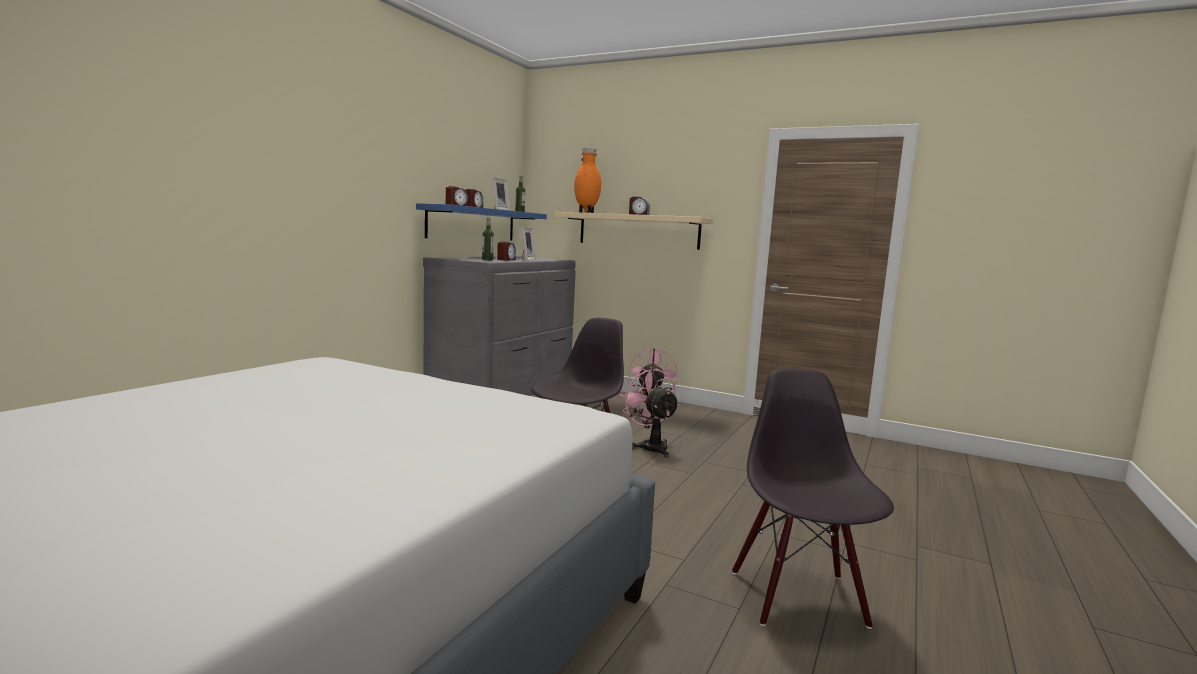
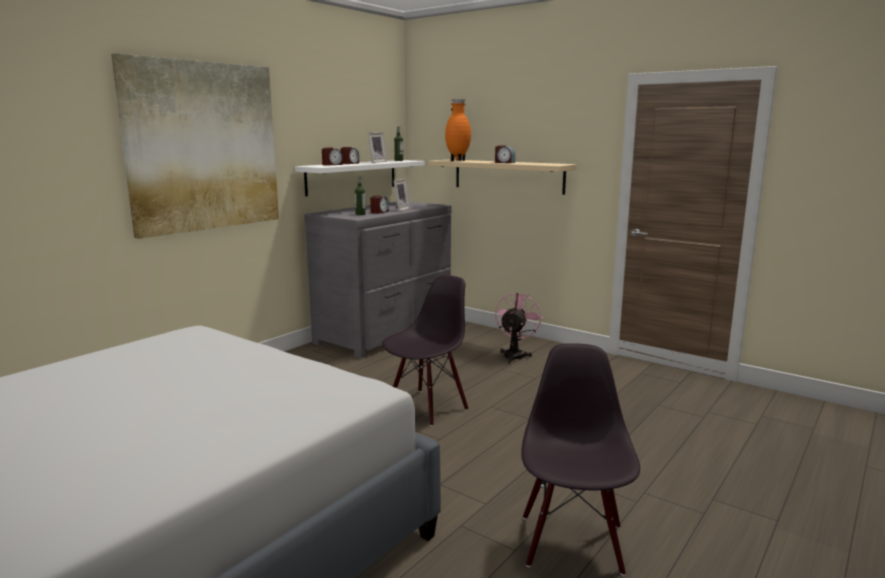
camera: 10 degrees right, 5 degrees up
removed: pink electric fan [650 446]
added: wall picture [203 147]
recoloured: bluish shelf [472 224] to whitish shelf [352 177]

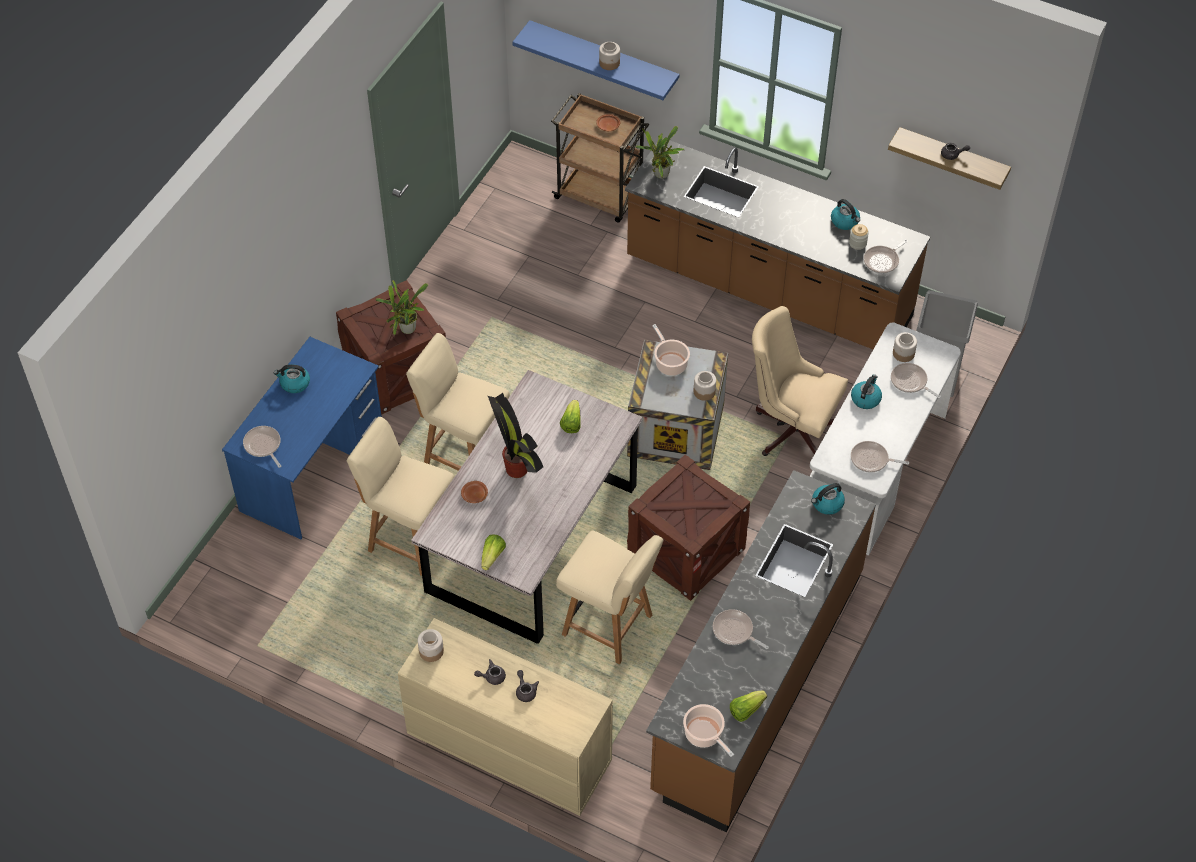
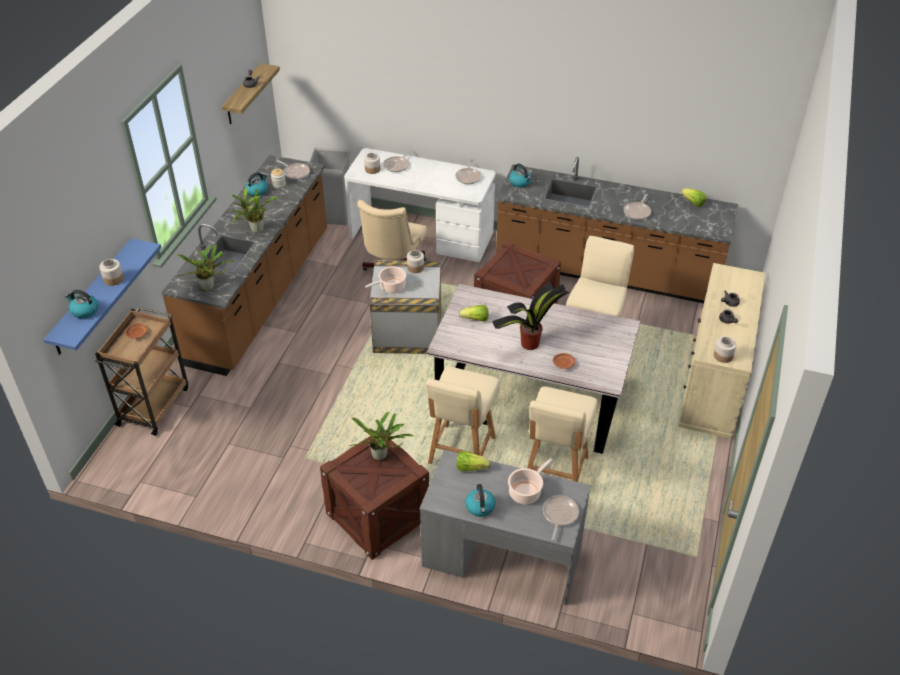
camera: 100 degrees left, 10 degrees down
added: potted plant [255 231]
moved: water kettle [865 398] to [84 311]; lettuce head [492 556] to [470 467]; saucepot [704 735] to [526 492]
recoloured: bluish desk [312 468] to gray desk [501 557]
turned: frying pan [263 446] = [559 515] 150 degrees clockwise

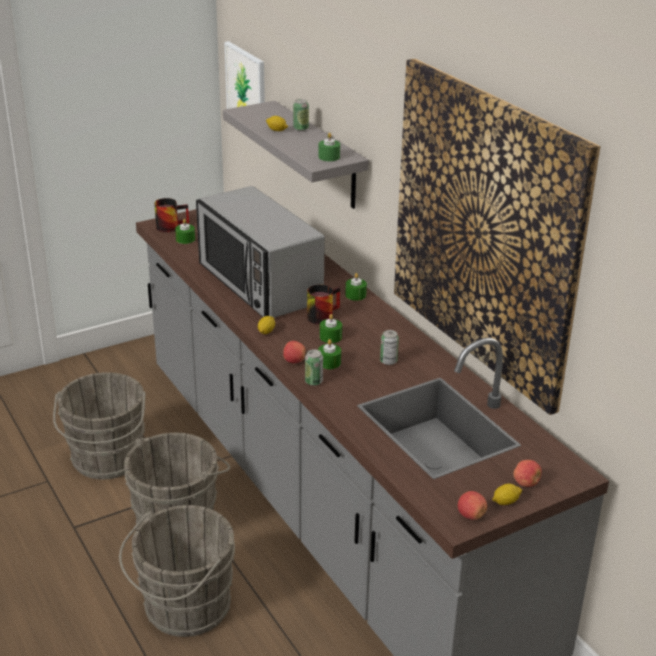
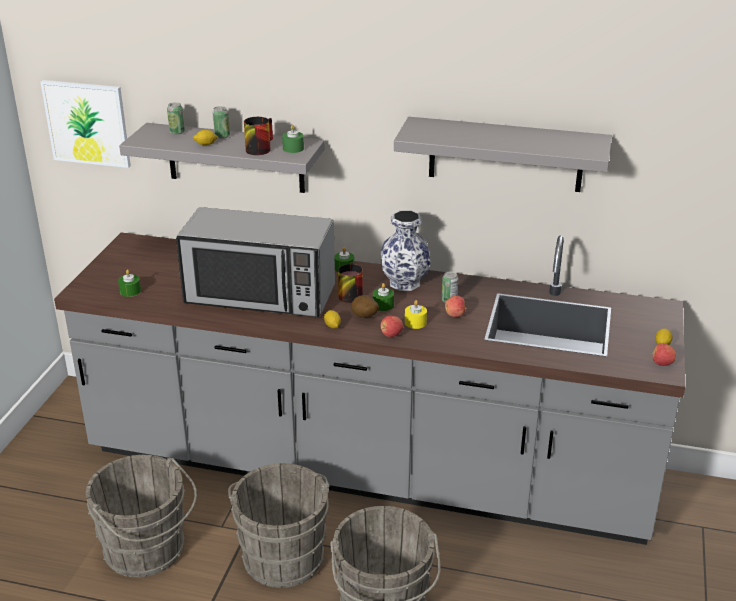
camera: 45 degrees left, 0 degrees up
added: flower vase [405 283]; spud [364 317]
moved: coffee mug [171 226] to [258 148]; sealed can [313 382] to [177 132]; apple [526 483] to [455 315]
replaced: wall picture [485 230] to gray shelf [505 154]
recoloured: green-coloured wax candle [329 363] to yellow wax candle [415 322]

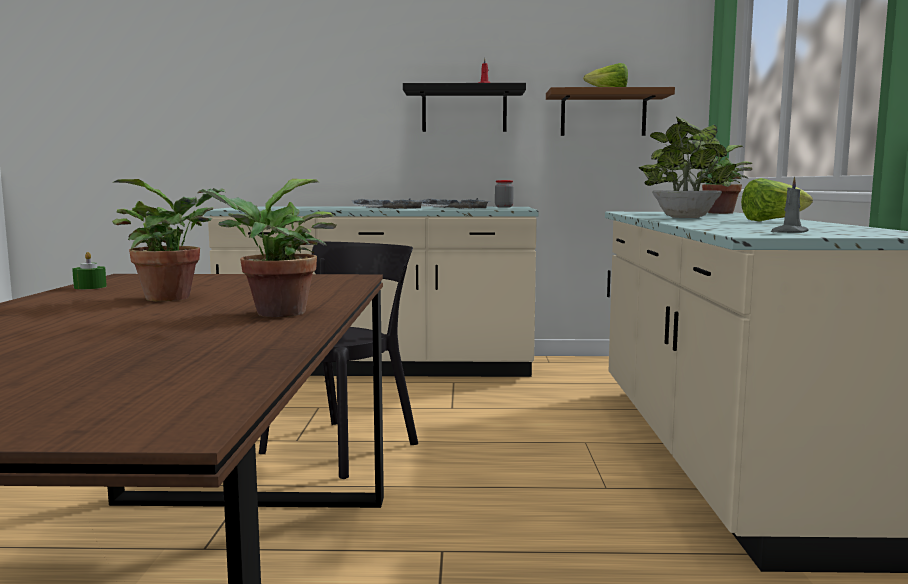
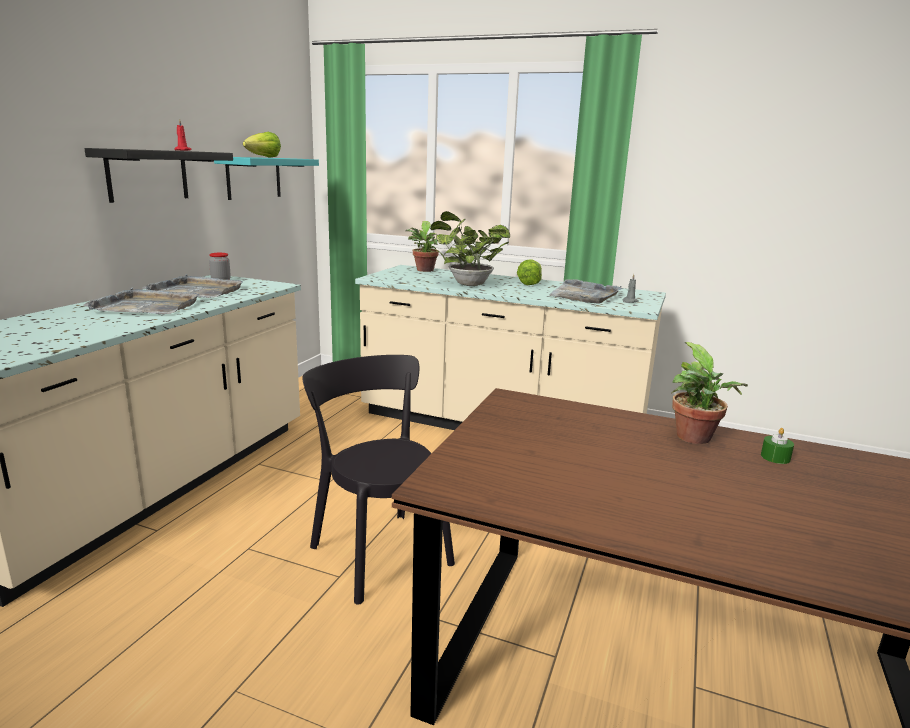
camera: 70 degrees left, 10 degrees up
removed: potted plant [174 298]
added: gray serving tray [584 295]
moved: green-coloured wax candle [90 287] to [775 457]
recoloured: brown shelf [603 114] to turquoise-coloured shelf [253 177]

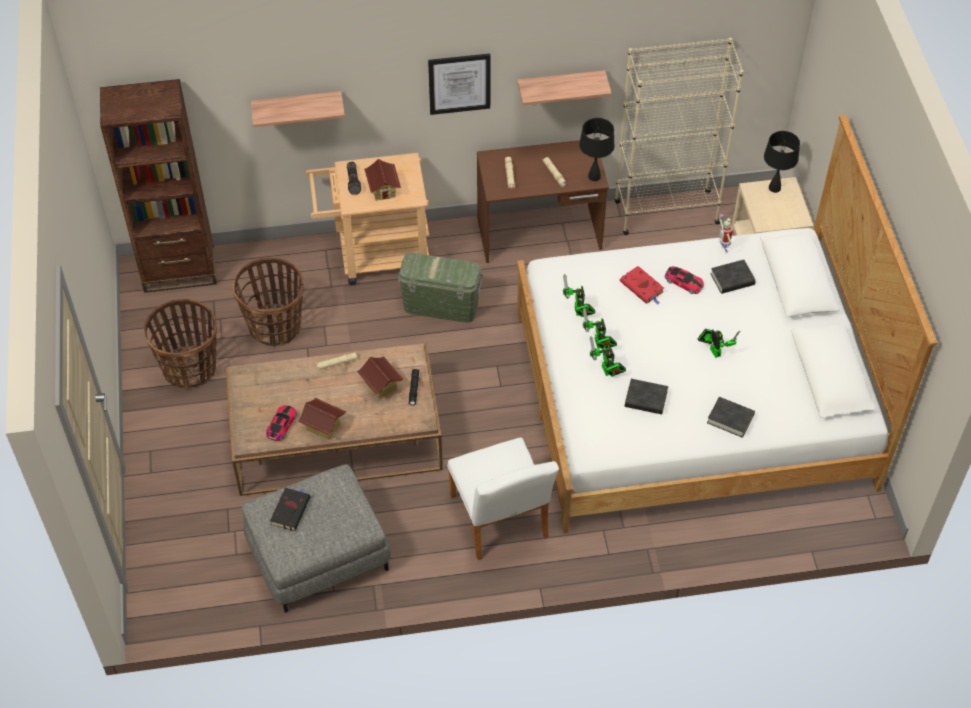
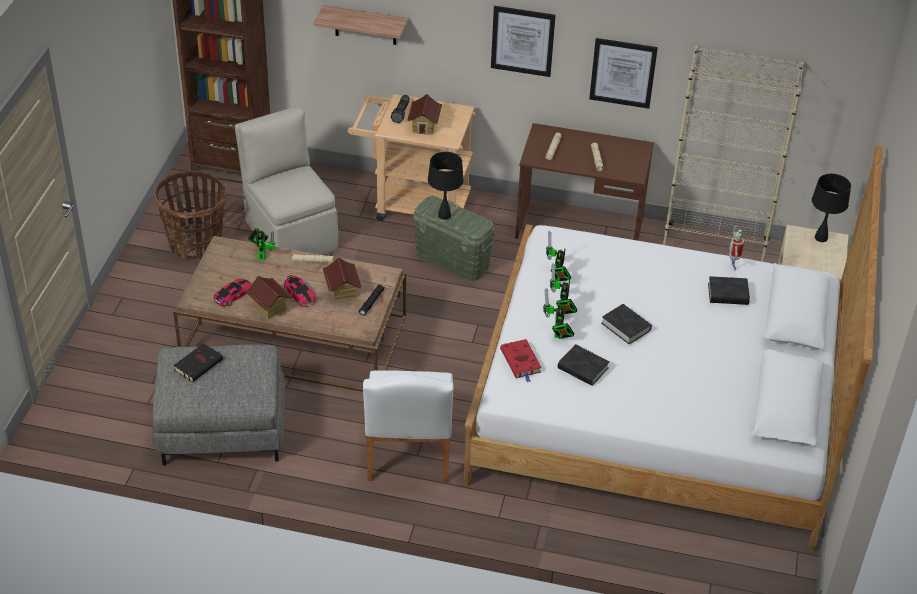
camera: 20 degrees right, 10 degrees down
moved: black table lamp [594 176] to [444 215]; red-coloured bound book [642 287] to [521 362]; model car [684 282] to [299 294]; model robot [714 350] to [262 254]; black bound book [730 419] to [626 327]
replaced: shelf [560 87] to wall picture [623 72]; storage basket [275 327] to beige chair [290 233]

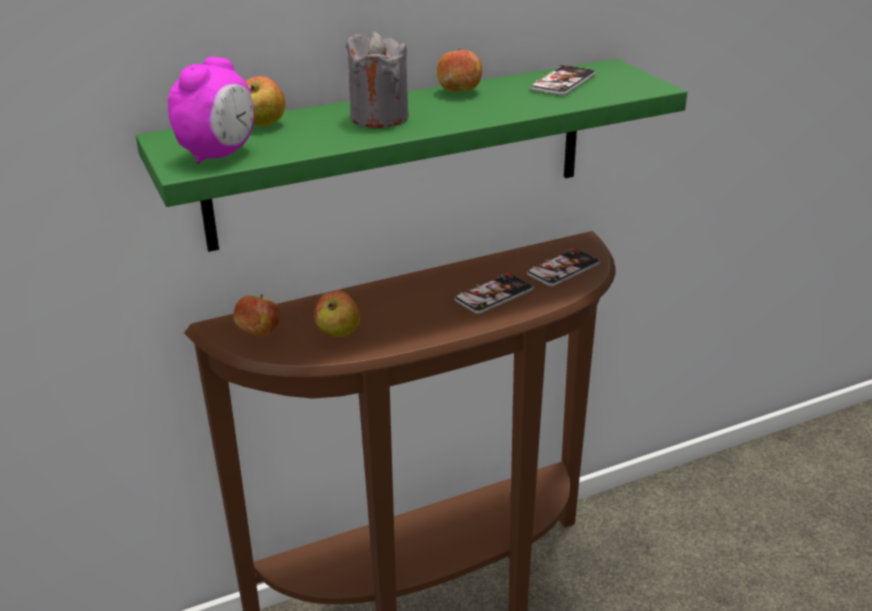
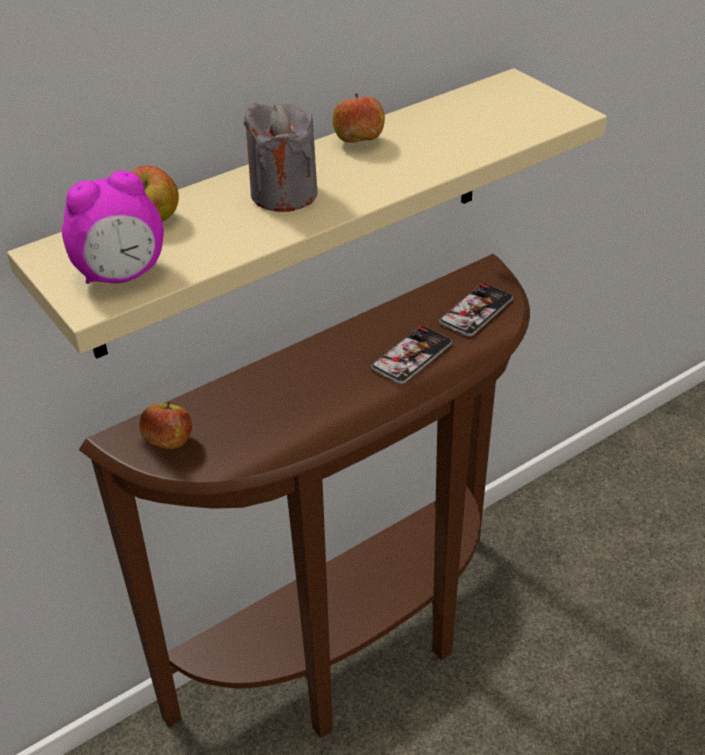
camera: 10 degrees left, 10 degrees up
removed: phone [563 82]; apple [338 333]
recoloured: green-coloured shelf [400 153] to beige shelf [294 212]
turned: table clock [219 154] = [122 275] 45 degrees clockwise

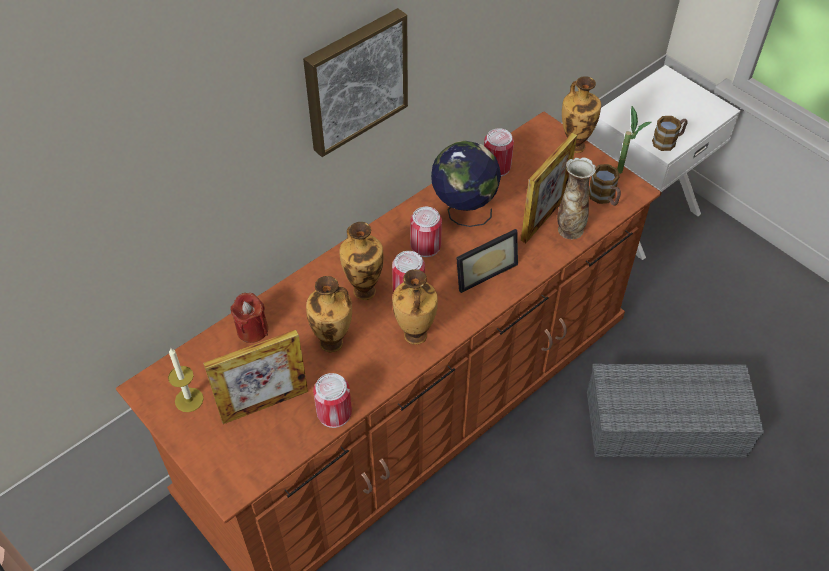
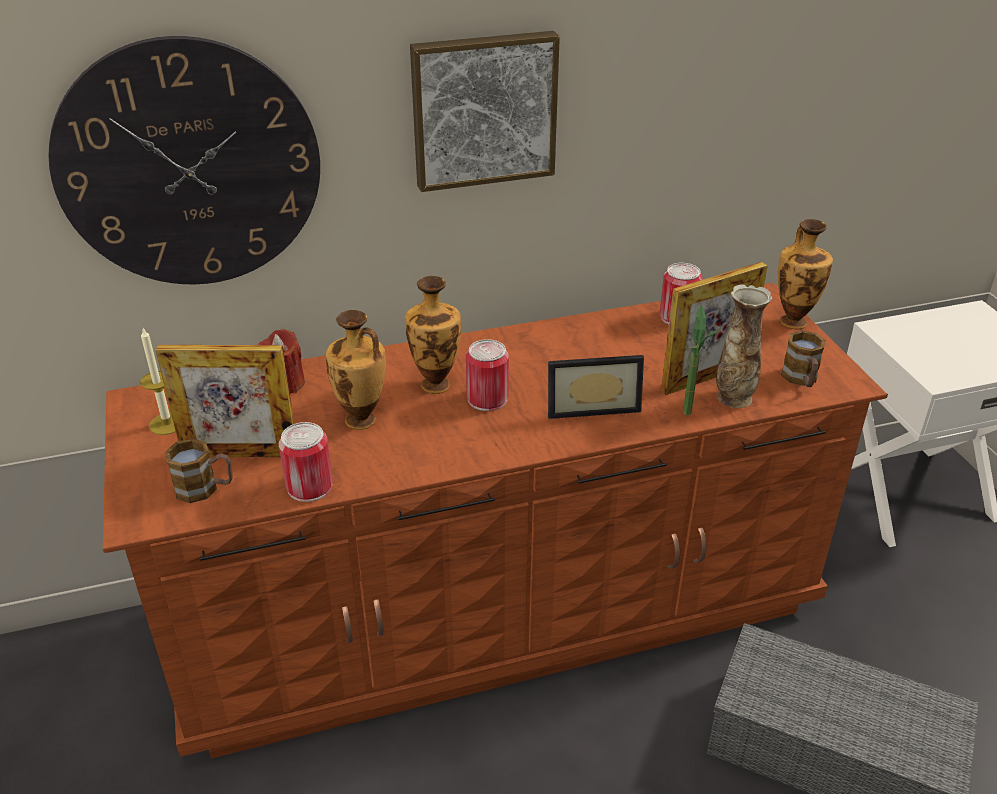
camera: 25 degrees right, 15 degrees down
removed: world globe [463 212]; sealed can [425 246]; flower vase [415 336]
added: wall clock [189 167]
moved: potted plant [624 175] to [690 418]; coffee mug [668 141] to [205 488]

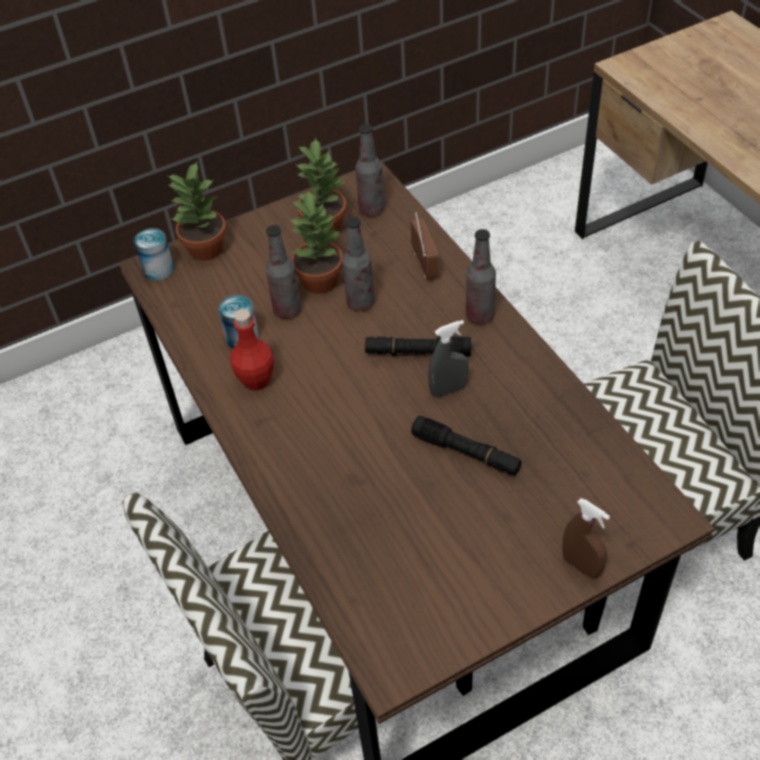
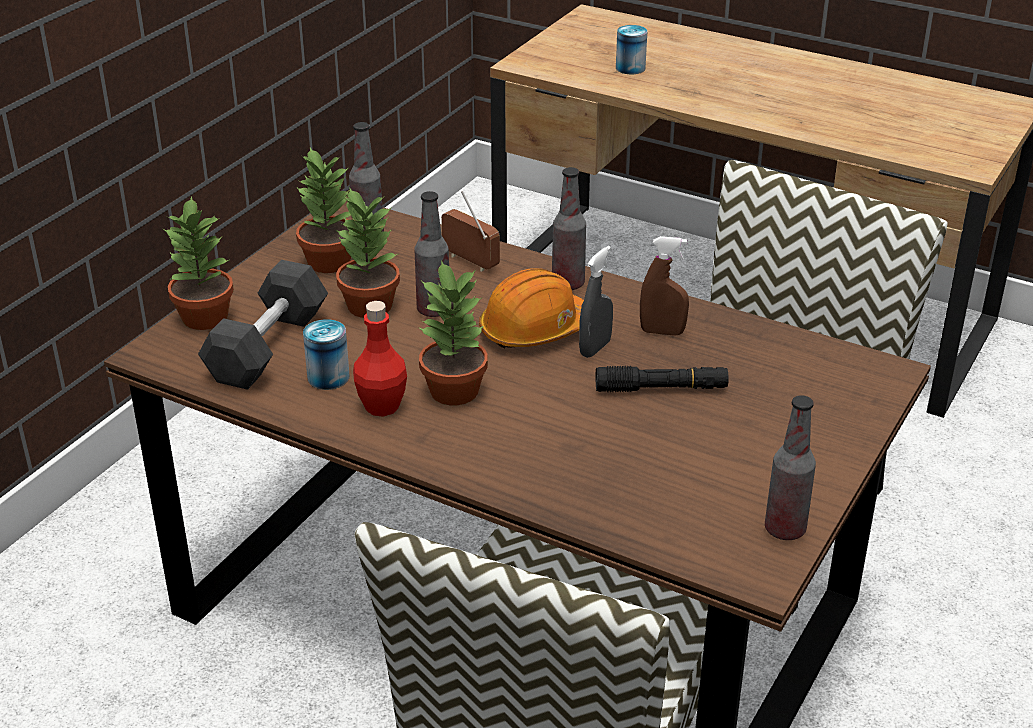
camera: 35 degrees left, 15 degrees down
added: black free weight [267 347]; potted plant [455 390]
moved: beverage bottle [287 310] to [785 529]; sealed can [158 269] to [630 68]; brown hand sprayer [581 565] to [662 332]
replaced: black flashlight [417 353] to orange work helmet [534 330]

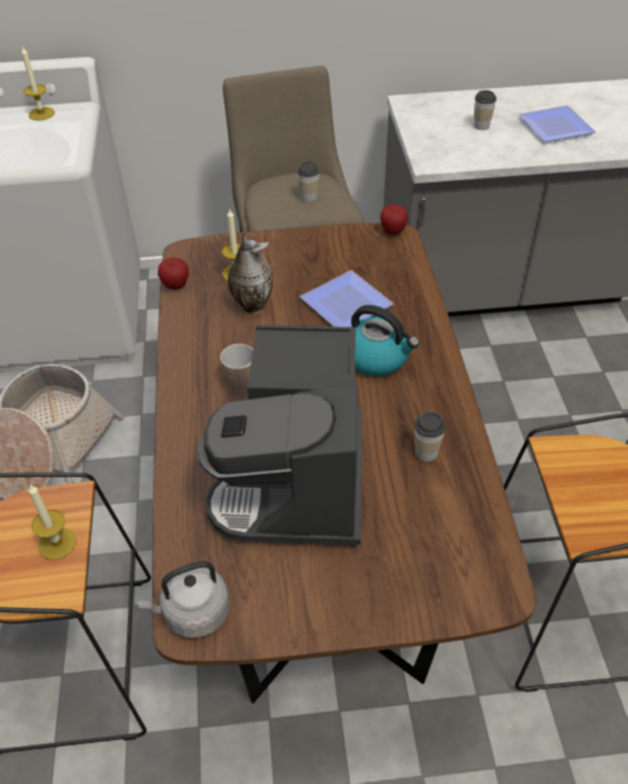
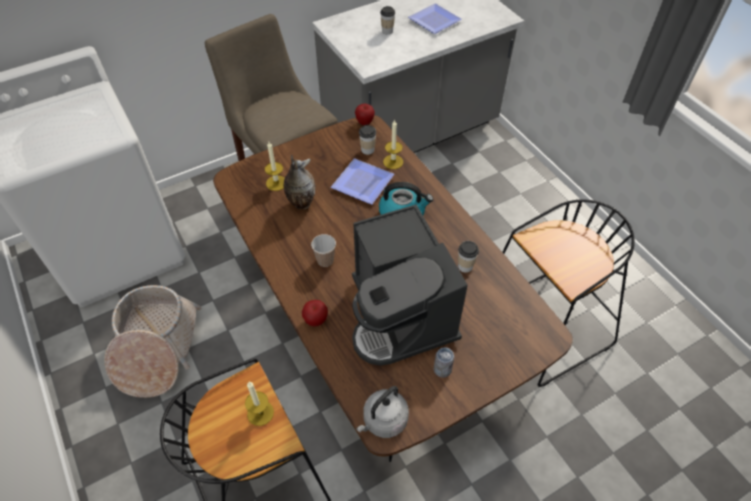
camera: 25 degrees left, 5 degrees up
added: sealed can [442 369]
moved: wax candle [41 113] to [393 162]; cup [308 197] to [367 150]; apple [176 286] to [316 321]

